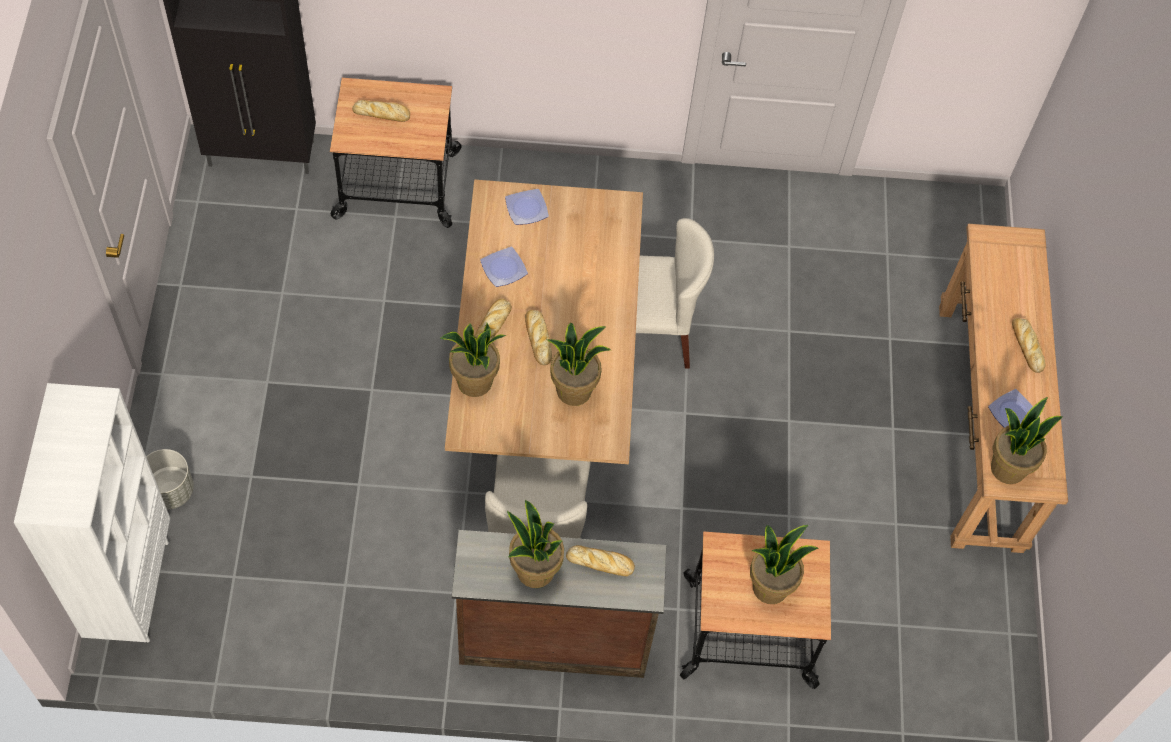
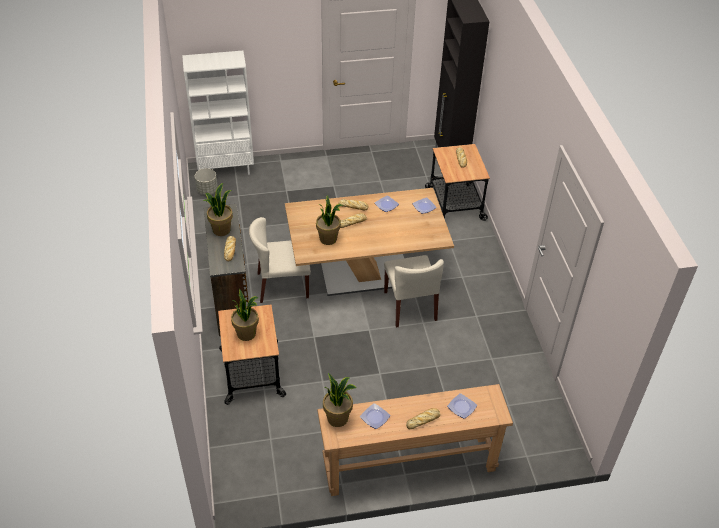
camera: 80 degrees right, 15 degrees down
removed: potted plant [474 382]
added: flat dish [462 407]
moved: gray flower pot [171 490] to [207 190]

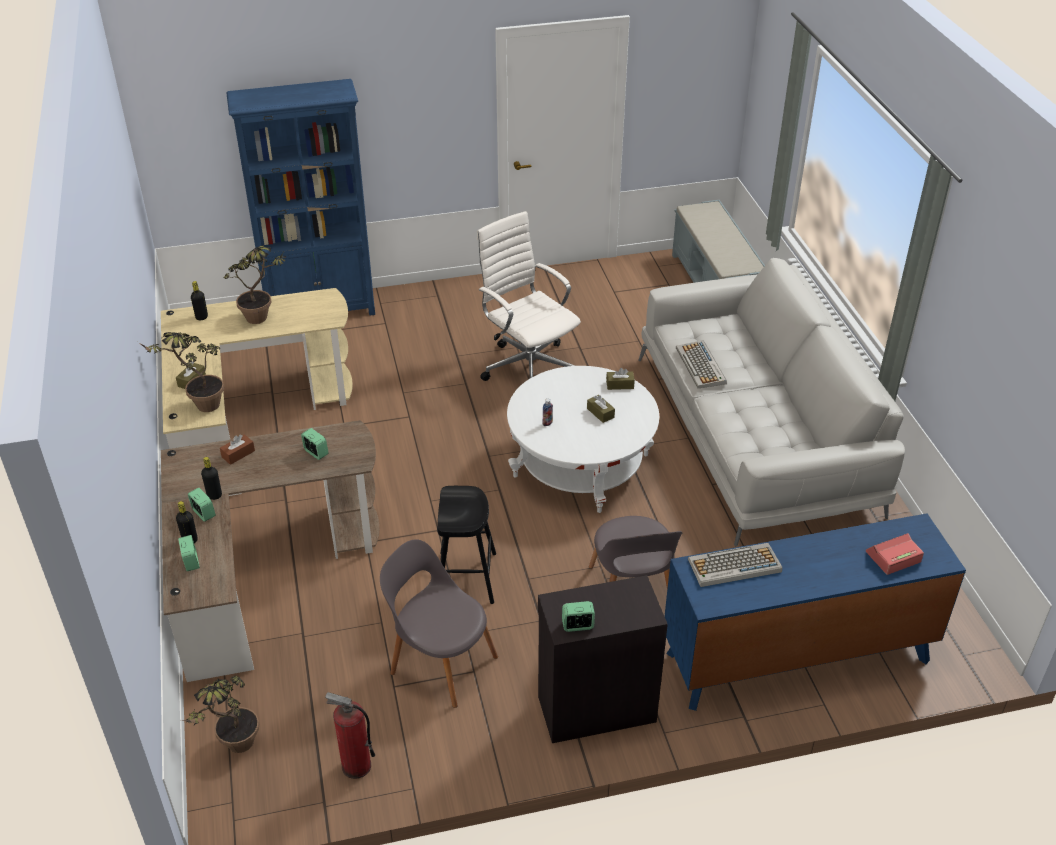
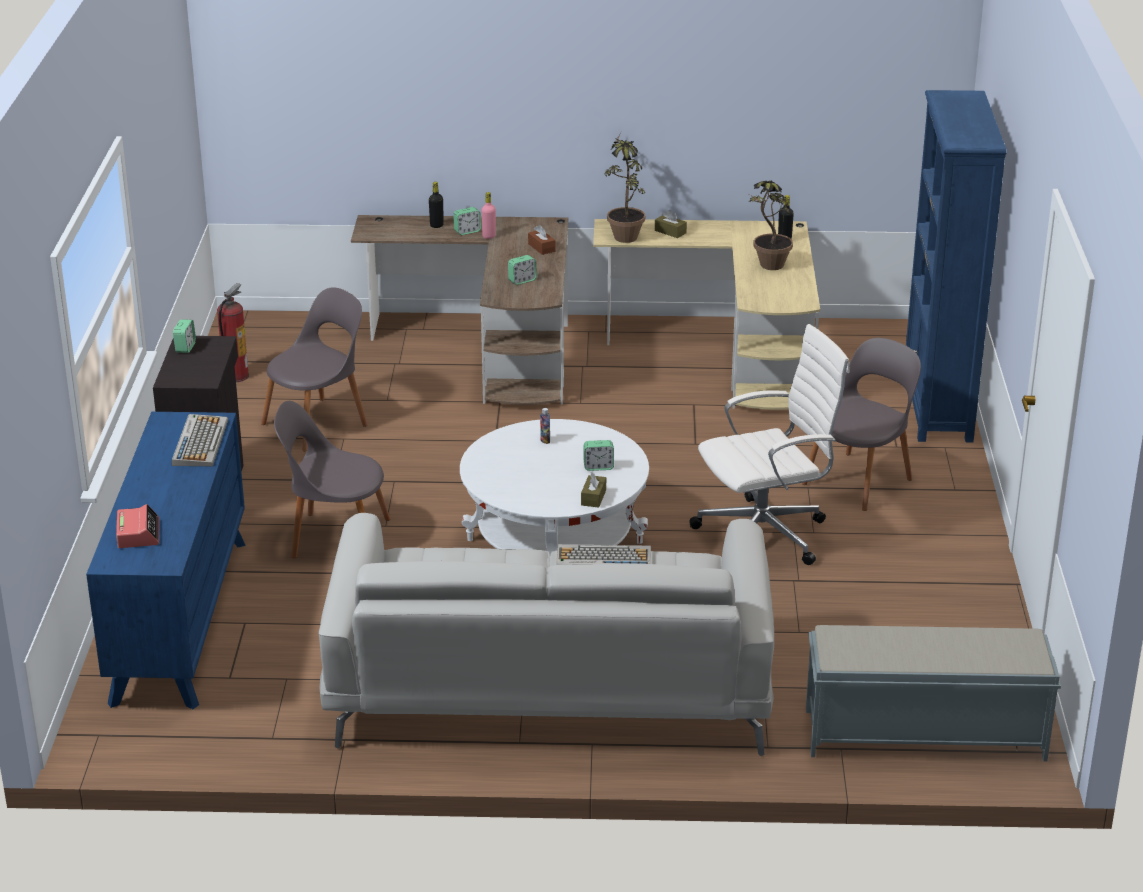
camera: 105 degrees right, 10 degrees down
removed: brown tissue box [600 413]; black sitting stool [466 577]; potted plant [234 749]
added: gray chair [860 480]
moved: table clock [191 562] to [598 467]
recoloured: black beverage bottle [214 495] to pink beverage bottle [489 236]

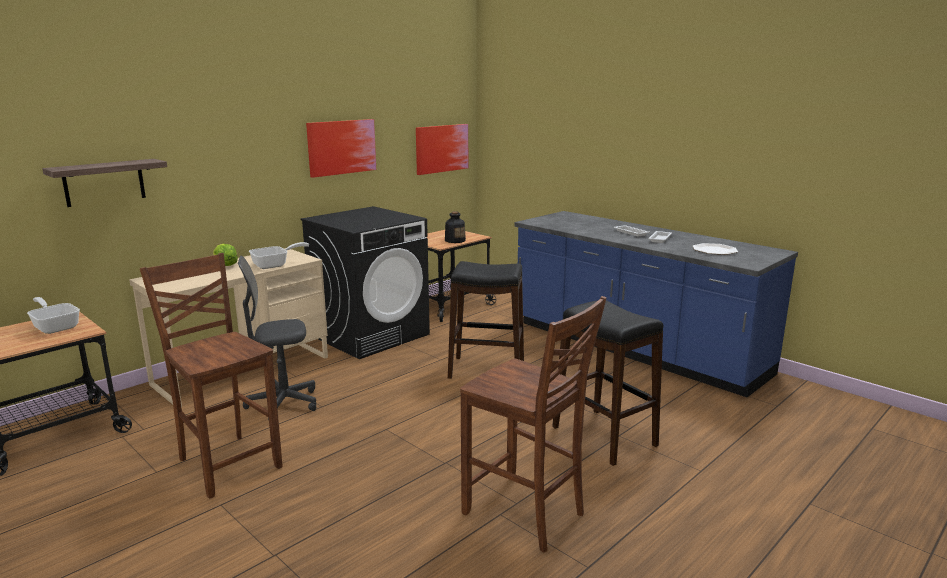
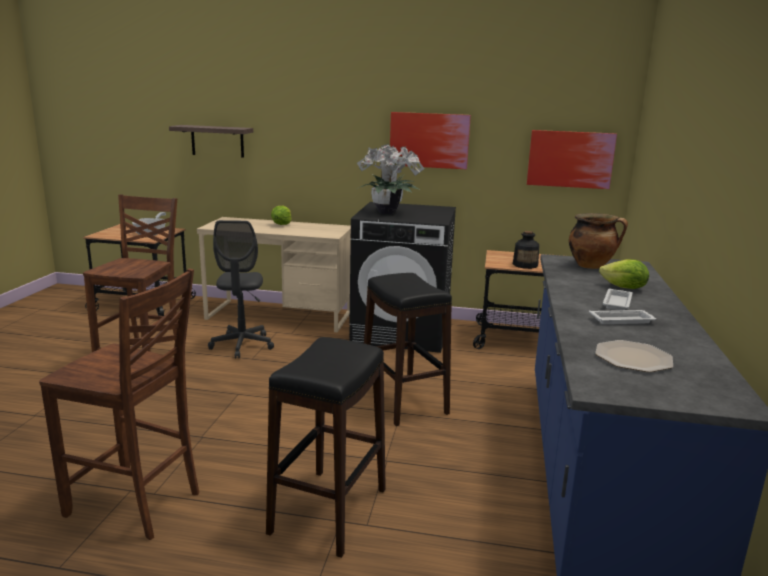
camera: 55 degrees right, 0 degrees up
removed: frying pan [275 265]
added: potted plant [388 213]; saucepot [591 266]; lettuce head [624 288]
turned: gray computer chair [283 404] = [242 345] 135 degrees counterclockwise; brown chair [526 514] = [136 504] 75 degrees counterclockwise

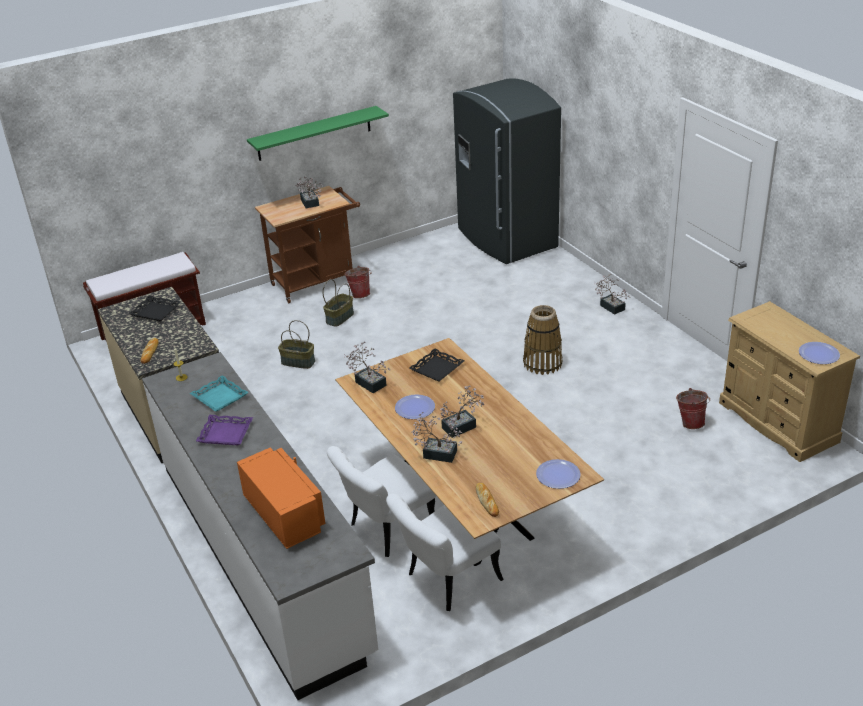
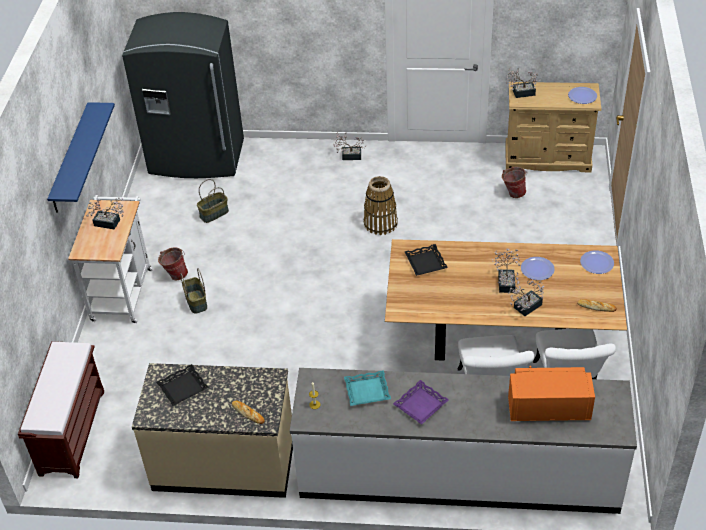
camera: 55 degrees left, 10 degrees up
moved: storage basket [297 362] to [214 214]; potted plant [368 382] to [521 93]; flat dish [415 408] to [537 269]
recoloured: green-coloured shelf [314 133] to bluish shelf [71 158]; brown wheeled cart [317 281] to whitish wheeled cart [123 291]

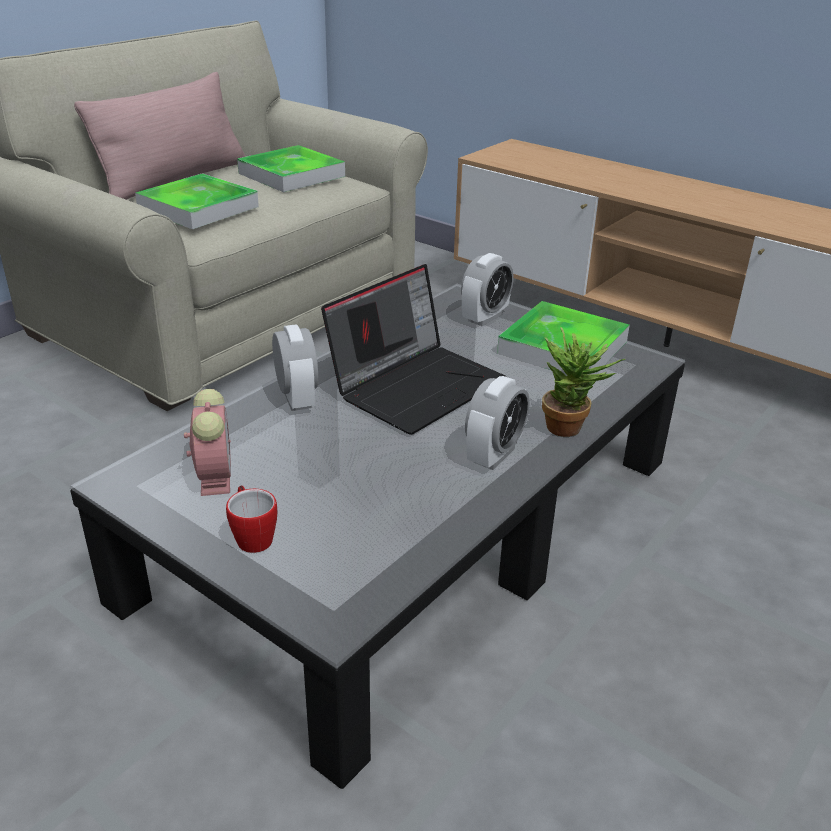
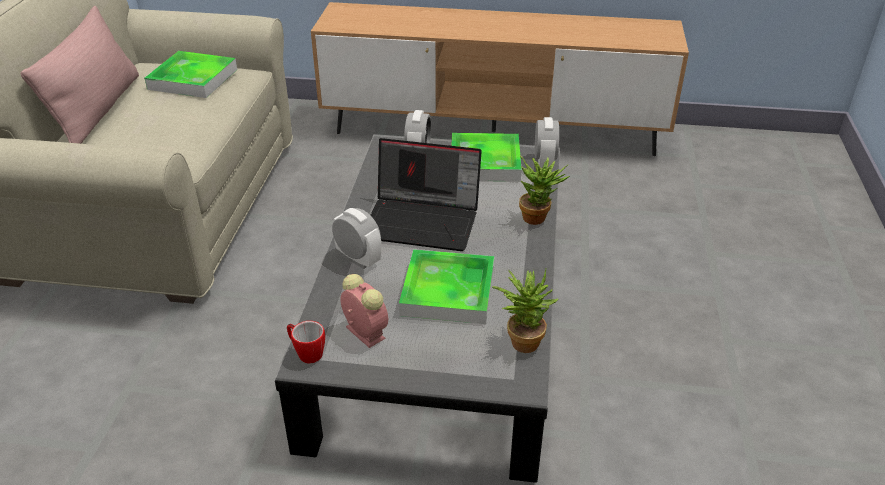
camera: 30 degrees left, 5 degrees up
added: potted plant [522 339]
moved: serving tray [198 208] to [448 291]; table clock [494 455] to [544 163]; coffee mug [252 536] to [306 353]
turned: laptop [417 385] = [423 221] 90 degrees clockwise

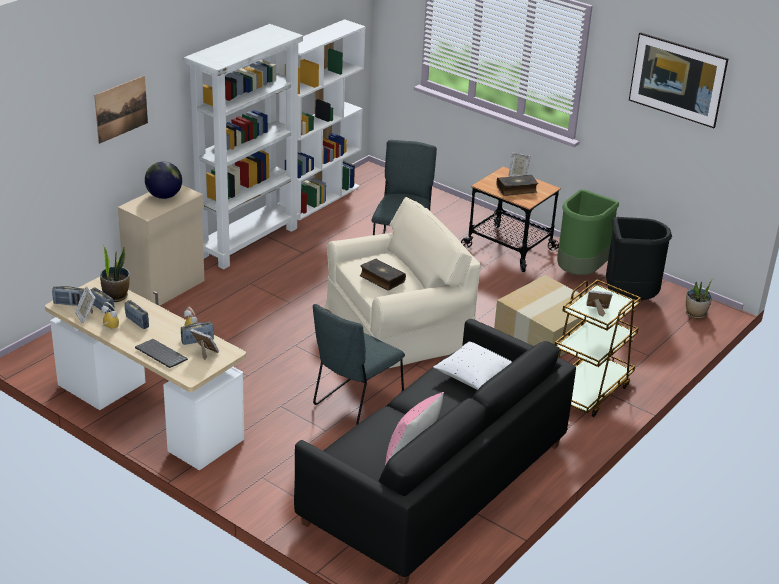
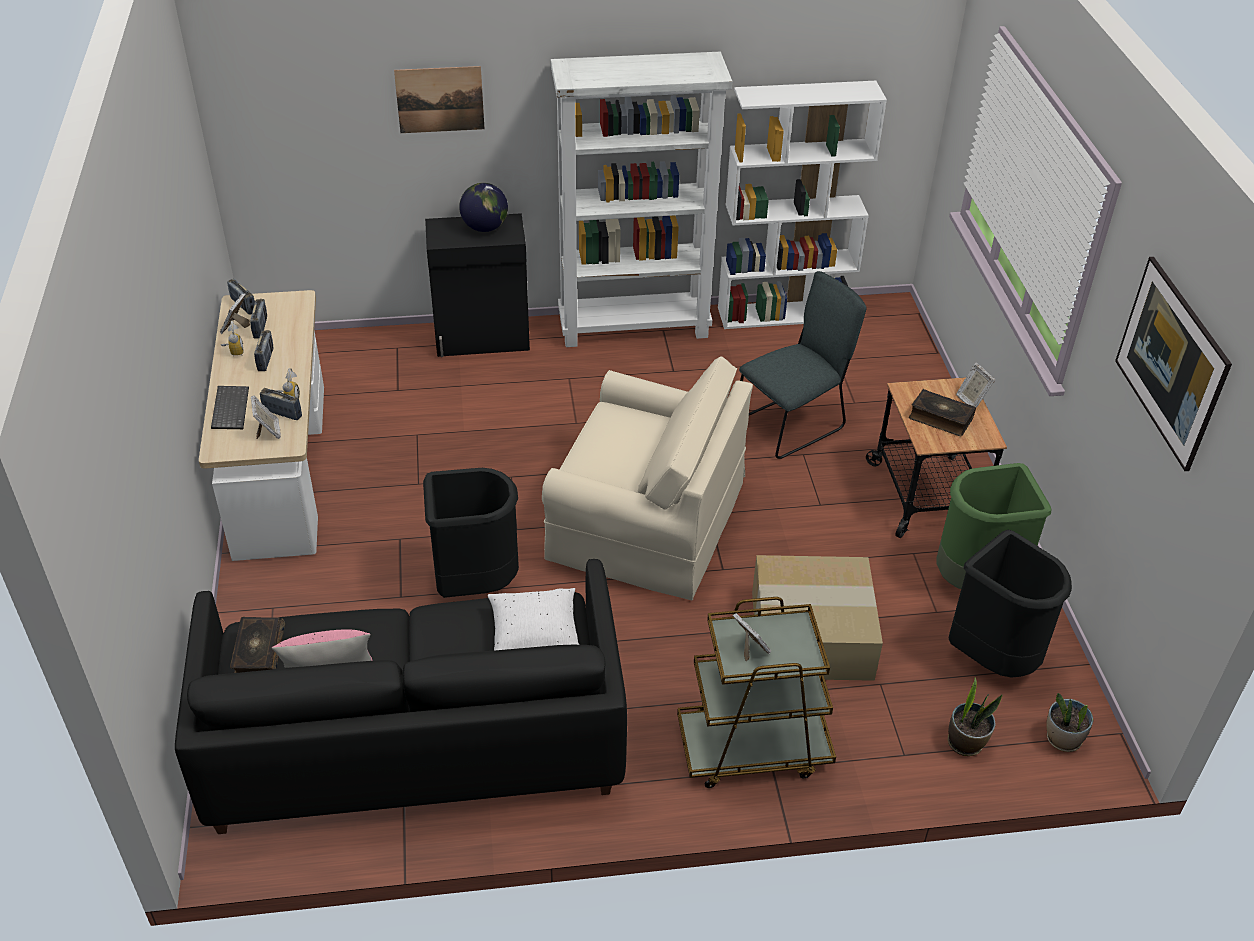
camera: 45 degrees right, 10 degrees up
moved: potted plant [116 296] to [965 743]; bound book [381 279] to [258 654]
replaced: gray chair [355 402] to black waste bin [474 584]
recoloured: beige cupboard [166 288] to black cupboard [483 339]

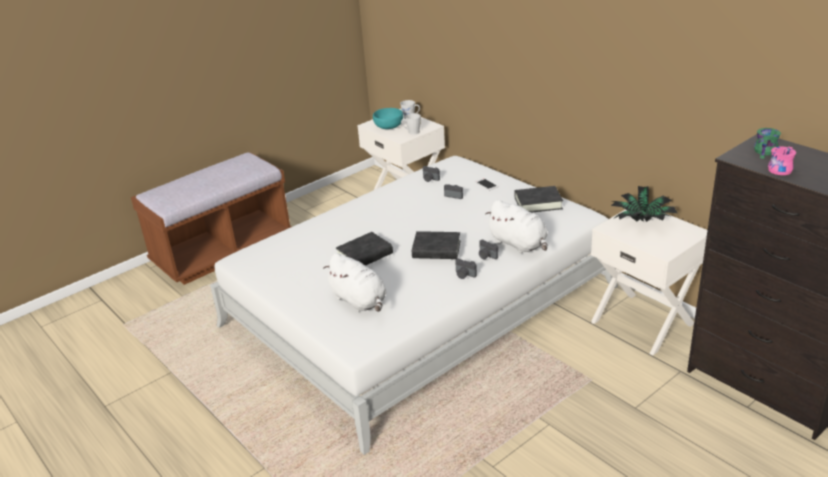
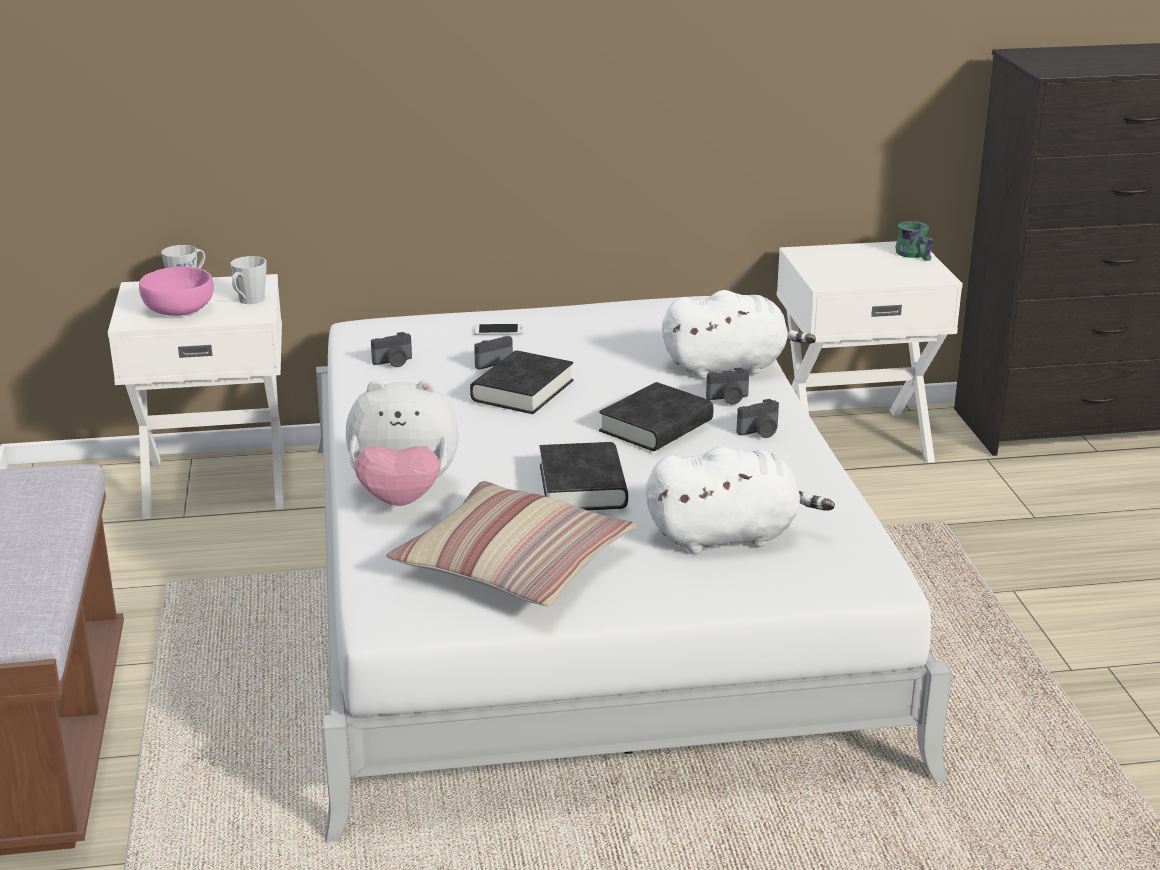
camera: 60 degrees left, 5 degrees down
removed: pink coffee mug [779 168]; potted plant [642 222]
added: plush toy [403 496]; throw pillow [514 565]
moved: green-coloured coffee mug [766 152] to [916 254]; black bound book [538 203] to [522 390]
recoloured: turquoise-coloured bowl [388 126] to pink bowl [178 310]

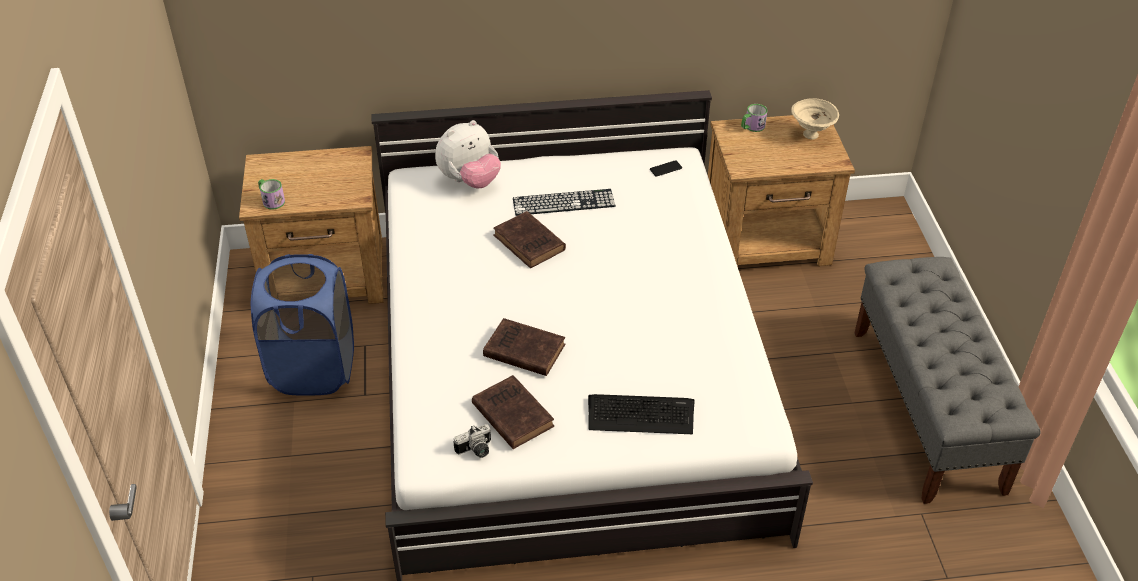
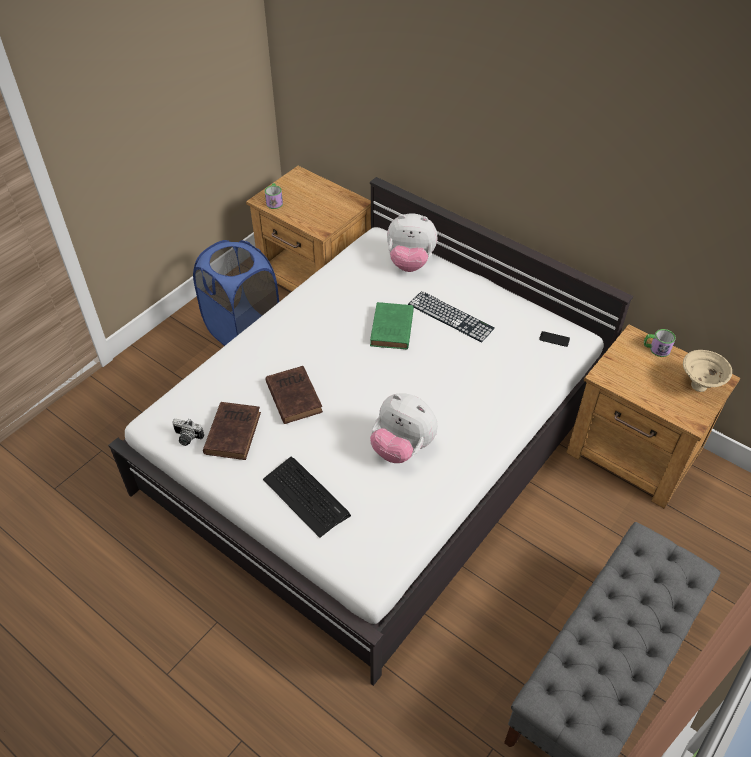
camera: 45 degrees right, 5 degrees up
added: plush toy [402 447]
recoloured: brown bound book [530 244] to green-coloured bound book [391 330]

